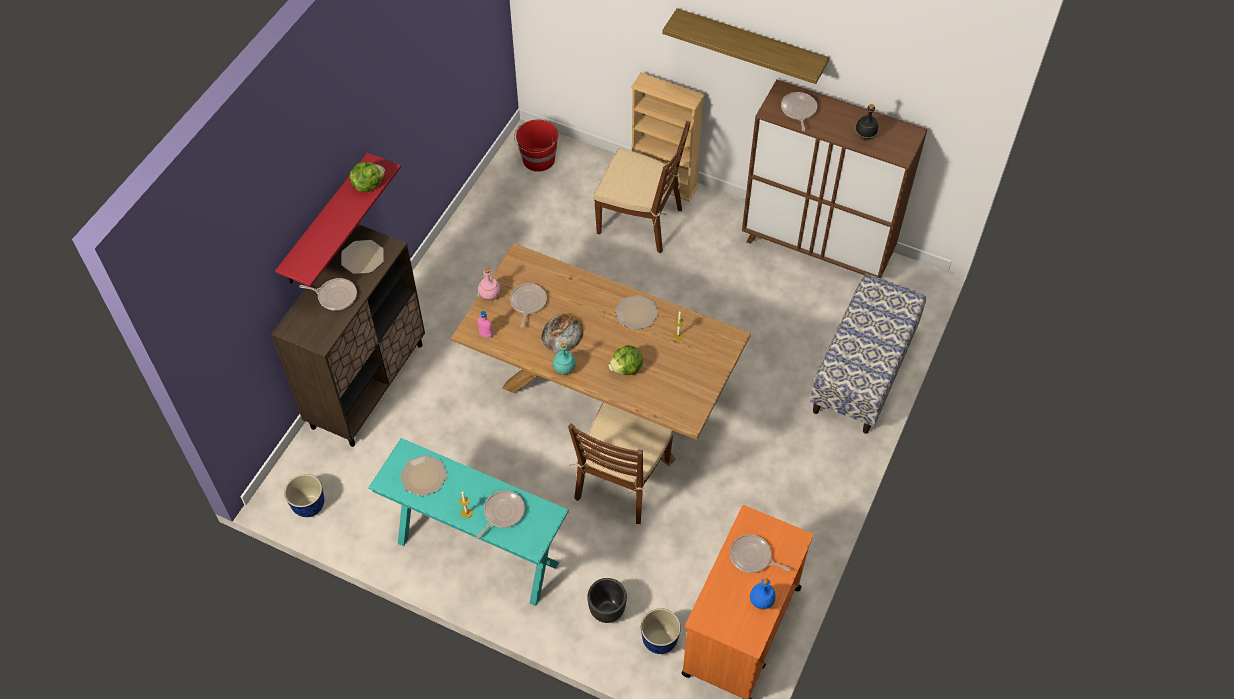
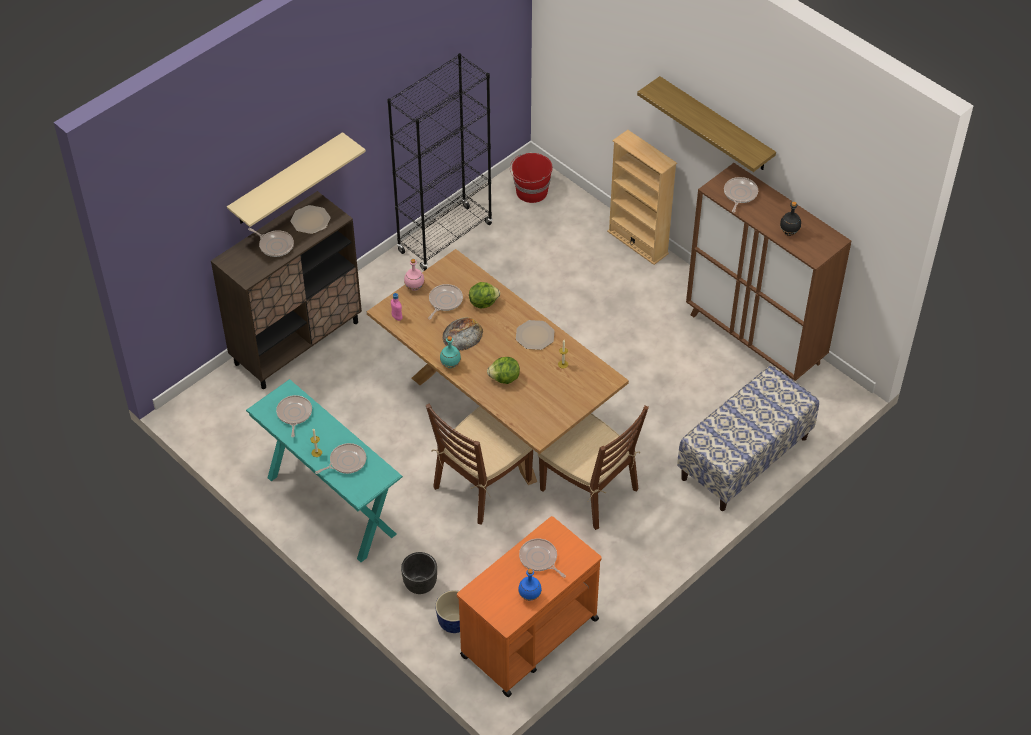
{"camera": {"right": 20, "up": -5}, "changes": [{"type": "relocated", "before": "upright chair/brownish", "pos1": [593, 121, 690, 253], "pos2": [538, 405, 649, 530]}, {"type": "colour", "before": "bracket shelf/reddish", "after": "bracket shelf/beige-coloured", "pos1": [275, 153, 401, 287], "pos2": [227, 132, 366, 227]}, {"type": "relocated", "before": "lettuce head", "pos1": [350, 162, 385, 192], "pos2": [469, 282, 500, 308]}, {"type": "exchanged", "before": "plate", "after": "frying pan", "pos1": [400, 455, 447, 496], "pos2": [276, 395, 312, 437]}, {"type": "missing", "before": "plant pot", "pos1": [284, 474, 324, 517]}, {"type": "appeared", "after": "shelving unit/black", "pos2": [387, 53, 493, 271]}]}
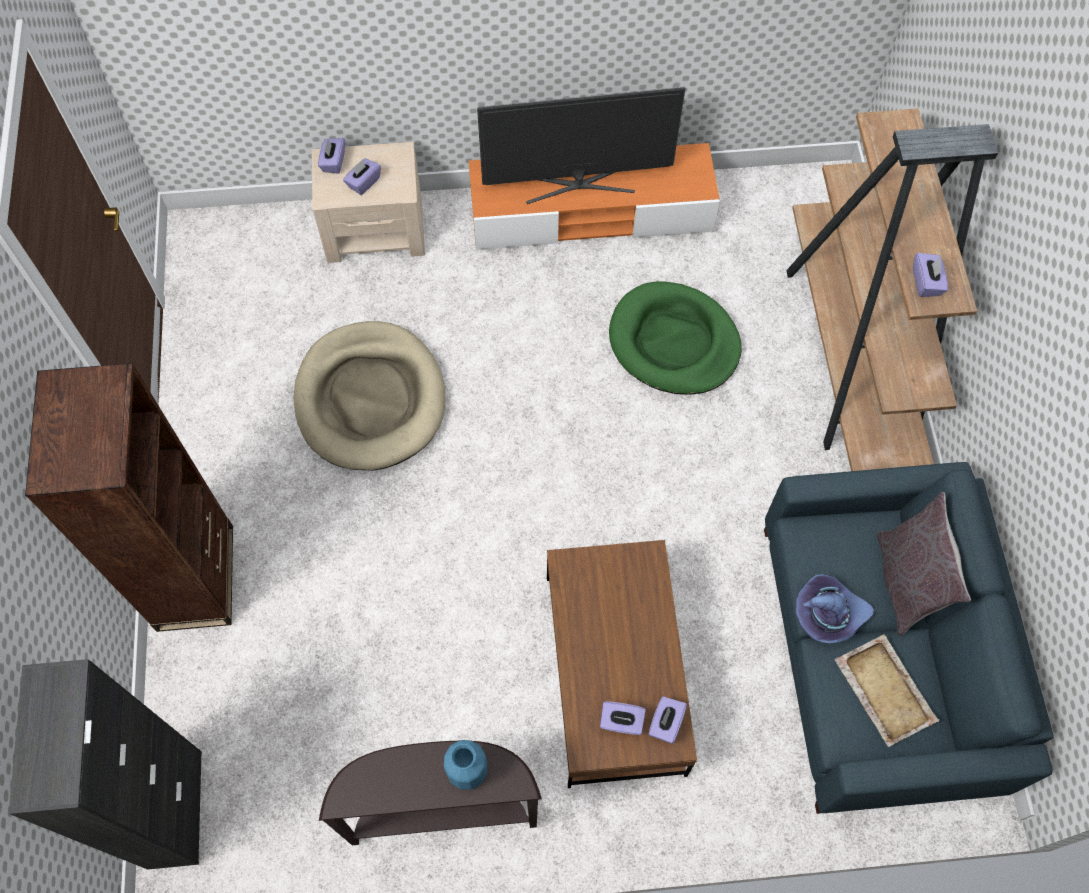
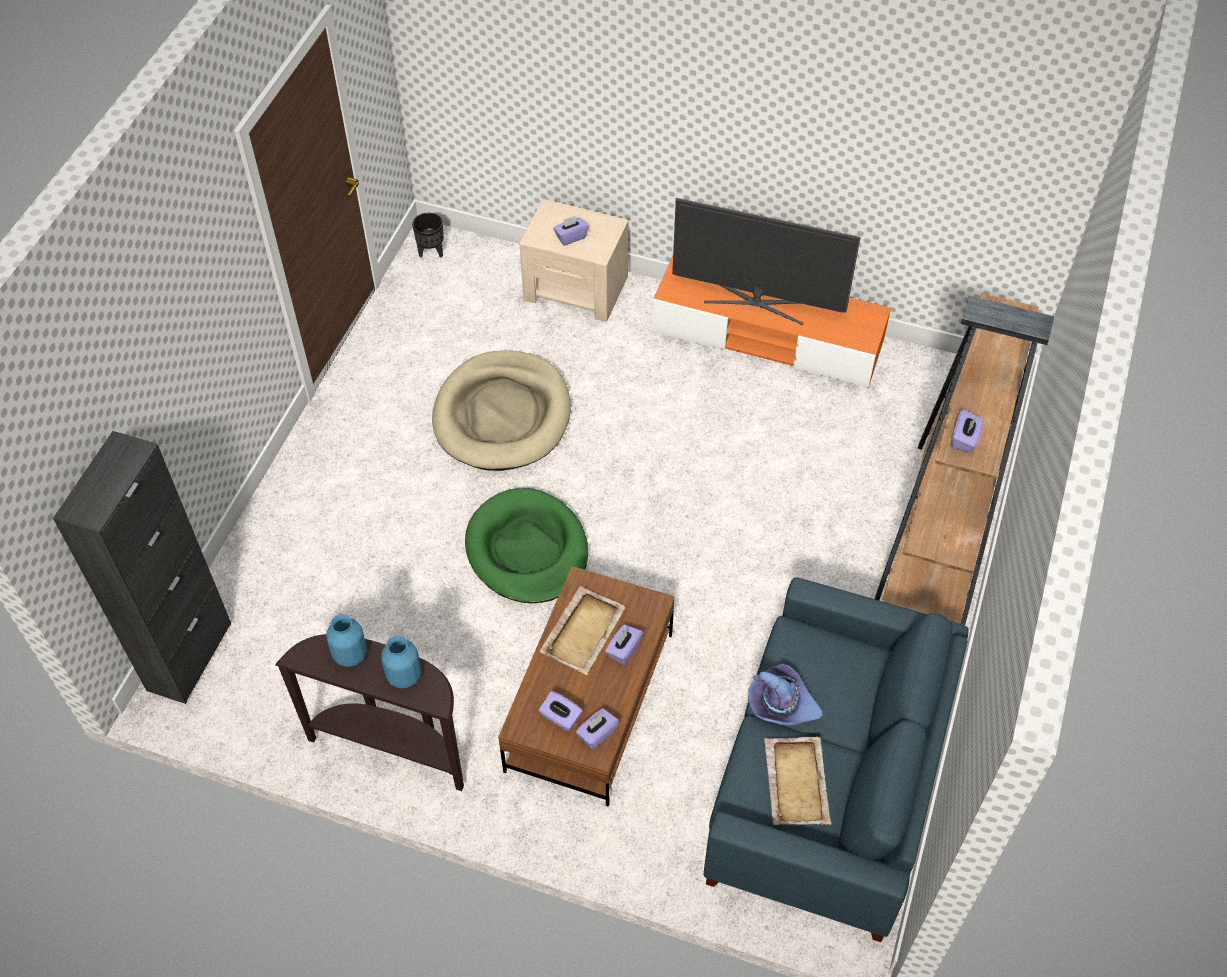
{"camera": {"right": 25, "up": -10}, "changes": [{"type": "relocated", "before": "tissue holder/purple-coloured", "pos1": [318, 138, 345, 174], "pos2": [605, 624, 643, 665]}, {"type": "relocated", "before": "pet bed/green", "pos1": [609, 281, 742, 395], "pos2": [465, 488, 588, 603]}, {"type": "missing", "before": "shelving unit/brownish", "pos1": [25, 363, 233, 632]}, {"type": "missing", "before": "pillow/grey", "pos1": [877, 492, 971, 636]}, {"type": "appeared", "after": "plant pot/black", "pos2": [412, 213, 444, 258]}, {"type": "appeared", "after": "serving tray/beige-coloured", "pos2": [540, 586, 626, 675]}, {"type": "appeared", "after": "decorative vase/bluish", "pos2": [326, 614, 367, 667]}]}
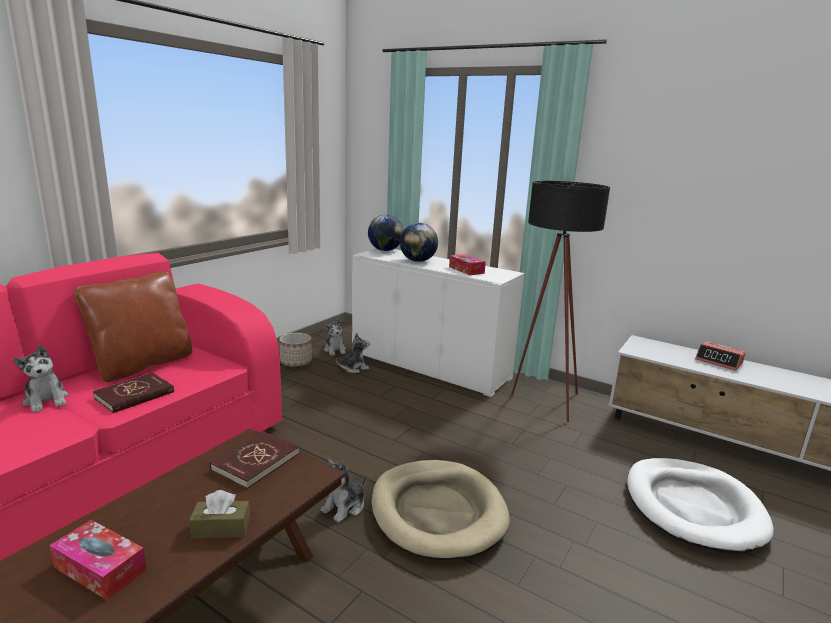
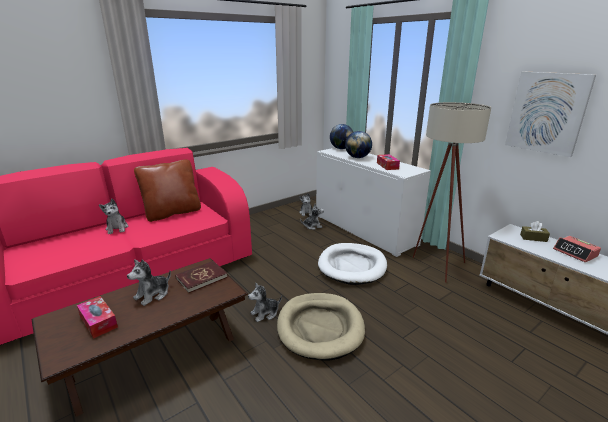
{"camera": {"right": 20, "up": 5}, "changes": [{"type": "colour", "before": "floor lamp/black", "after": "floor lamp/beige-coloured", "pos1": [511, 181, 610, 422], "pos2": [413, 102, 491, 283]}, {"type": "missing", "before": "plant pot", "pos1": [279, 333, 312, 367]}, {"type": "missing", "before": "volume/reddish", "pos1": [93, 373, 174, 413]}, {"type": "relocated", "before": "pet bed/white", "pos1": [627, 458, 774, 554], "pos2": [318, 243, 387, 285]}, {"type": "relocated", "before": "tissue holder/brownish", "pos1": [189, 490, 250, 539], "pos2": [520, 221, 550, 242]}, {"type": "appeared", "after": "wall picture", "pos2": [505, 71, 596, 157]}, {"type": "appeared", "after": "soft toy", "pos2": [127, 259, 171, 306]}]}
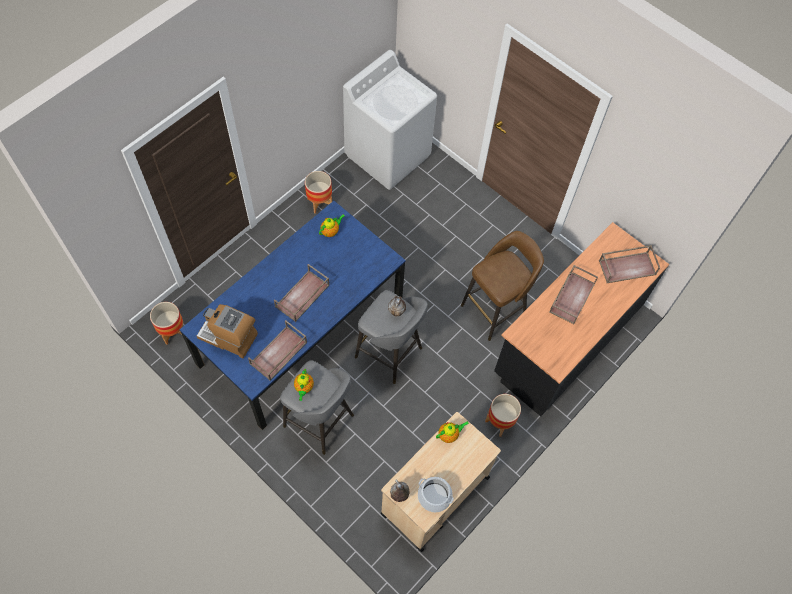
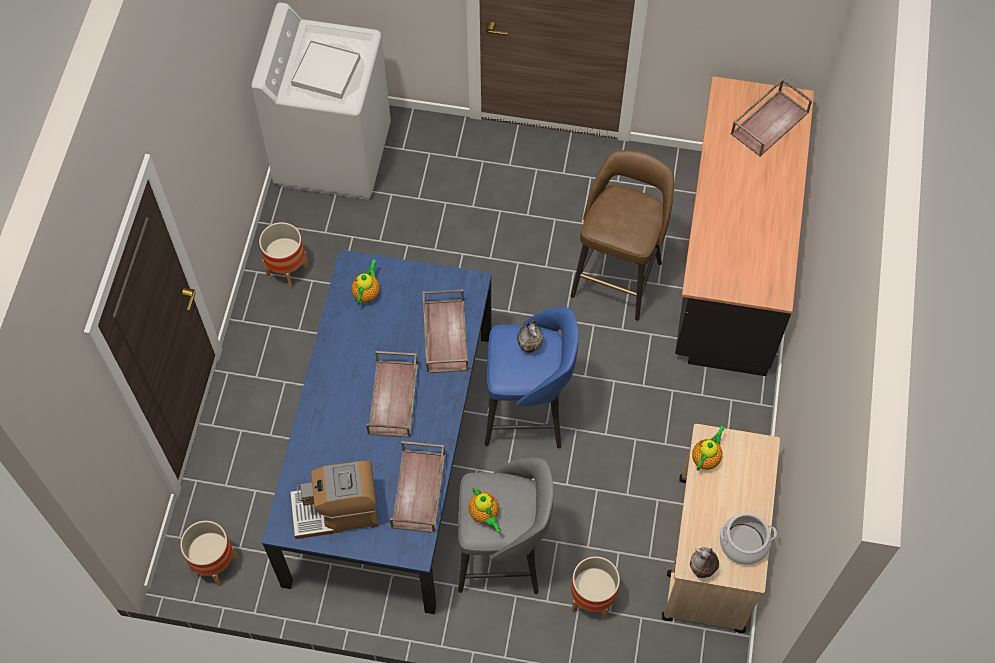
{"camera": {"right": -30, "up": 0}, "changes": [{"type": "relocated", "before": "serving tray/brownish", "pos1": [549, 265, 598, 325], "pos2": [423, 289, 468, 374]}, {"type": "colour", "before": "stool seat/grey", "after": "stool seat/bluish", "pos1": [355, 290, 428, 384], "pos2": [485, 307, 579, 448]}, {"type": "relocated", "before": "plant pot", "pos1": [485, 394, 521, 437], "pos2": [571, 556, 620, 620]}, {"type": "appeared", "after": "serving tray/white", "pos2": [291, 40, 360, 99]}]}
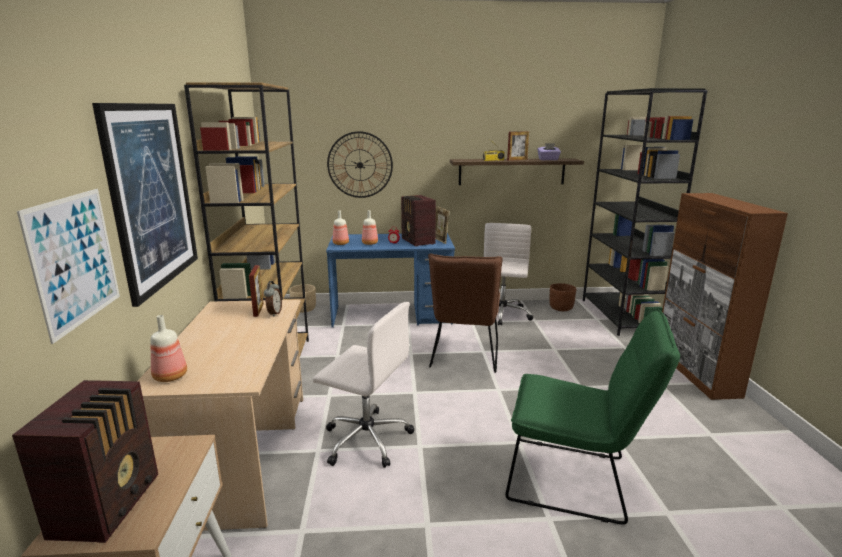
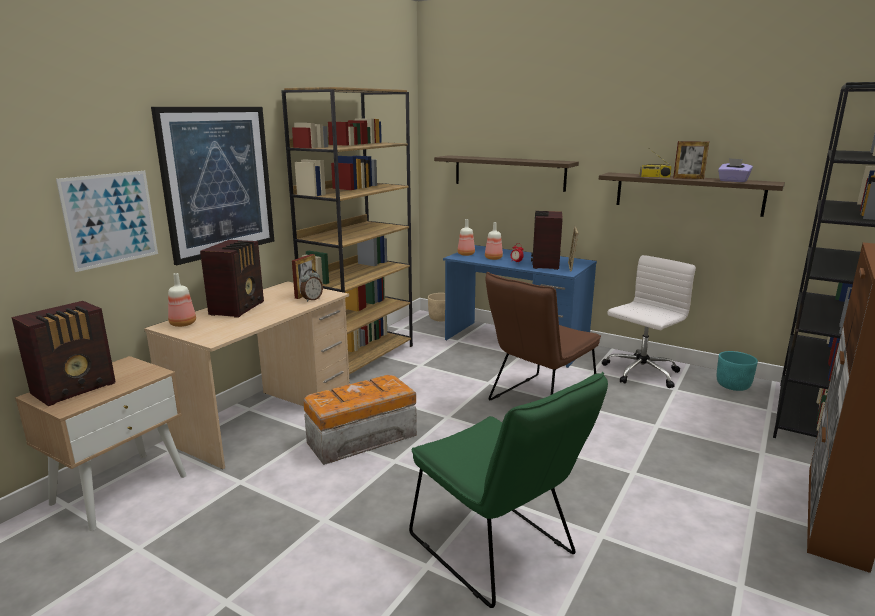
{"camera": {"right": 35, "up": 0}, "changes": [{"type": "exchanged", "before": "clock on the wall", "after": "bracket shelf", "pos1": [327, 131, 393, 198], "pos2": [434, 155, 579, 192]}, {"type": "colour", "before": "plant pot/brownish", "after": "plant pot/turquoise", "pos1": [549, 283, 577, 311], "pos2": [717, 351, 758, 391]}, {"type": "exchanged", "before": "office chair/white", "after": "storage bin", "pos1": [313, 302, 414, 468], "pos2": [303, 375, 417, 465]}, {"type": "appeared", "after": "radio receiver", "pos2": [200, 240, 264, 318]}]}
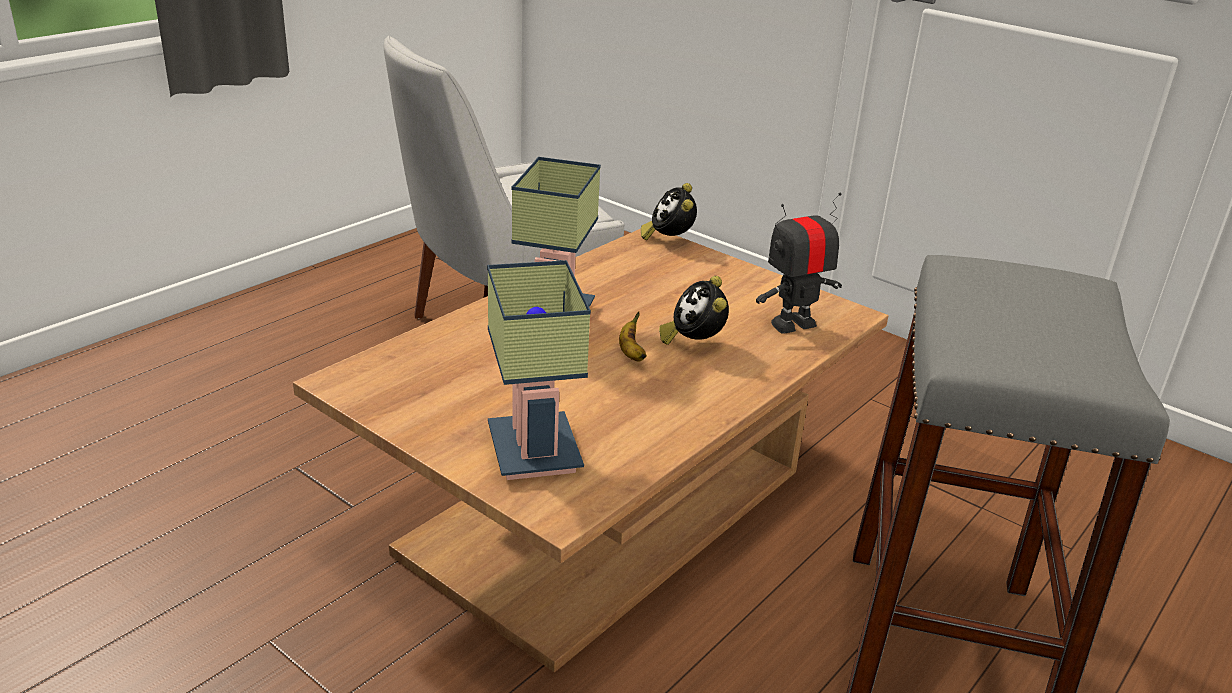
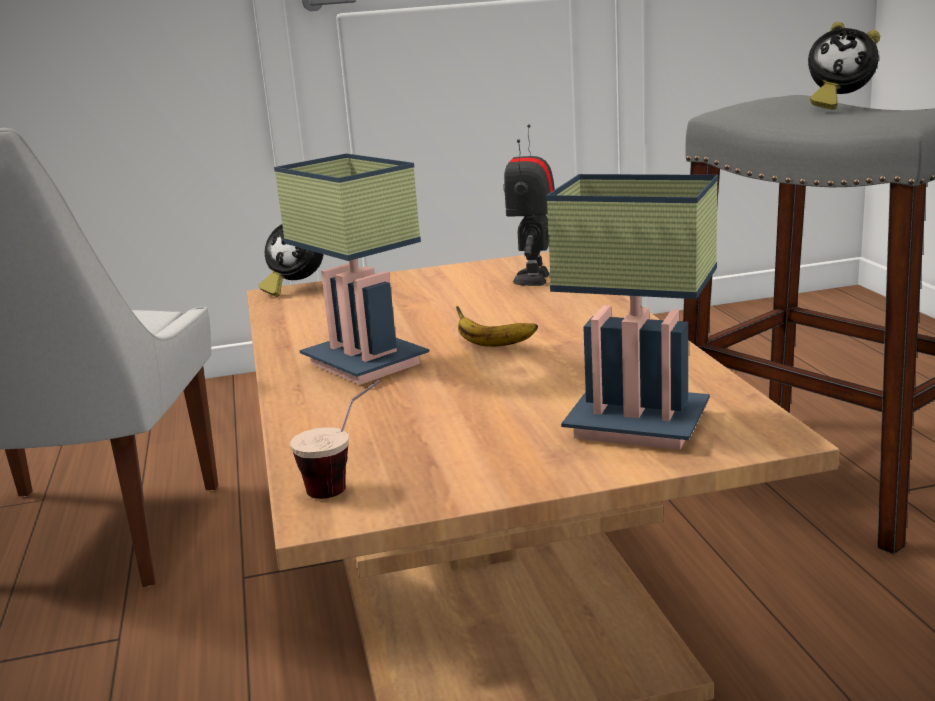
{"camera": {"right": -50, "up": -10}, "changes": [{"type": "relocated", "before": "alarm clock", "pos1": [659, 276, 729, 345], "pos2": [808, 22, 880, 110]}, {"type": "appeared", "after": "drinking cup", "pos2": [290, 380, 380, 499]}]}
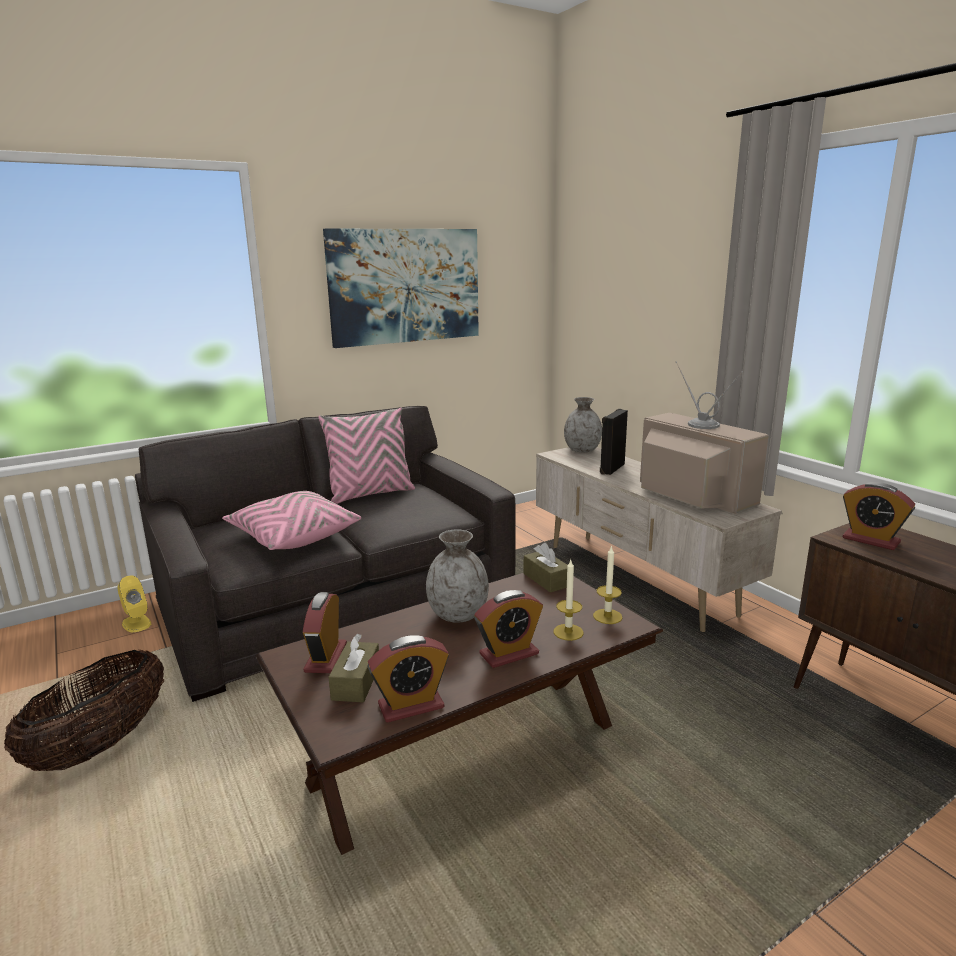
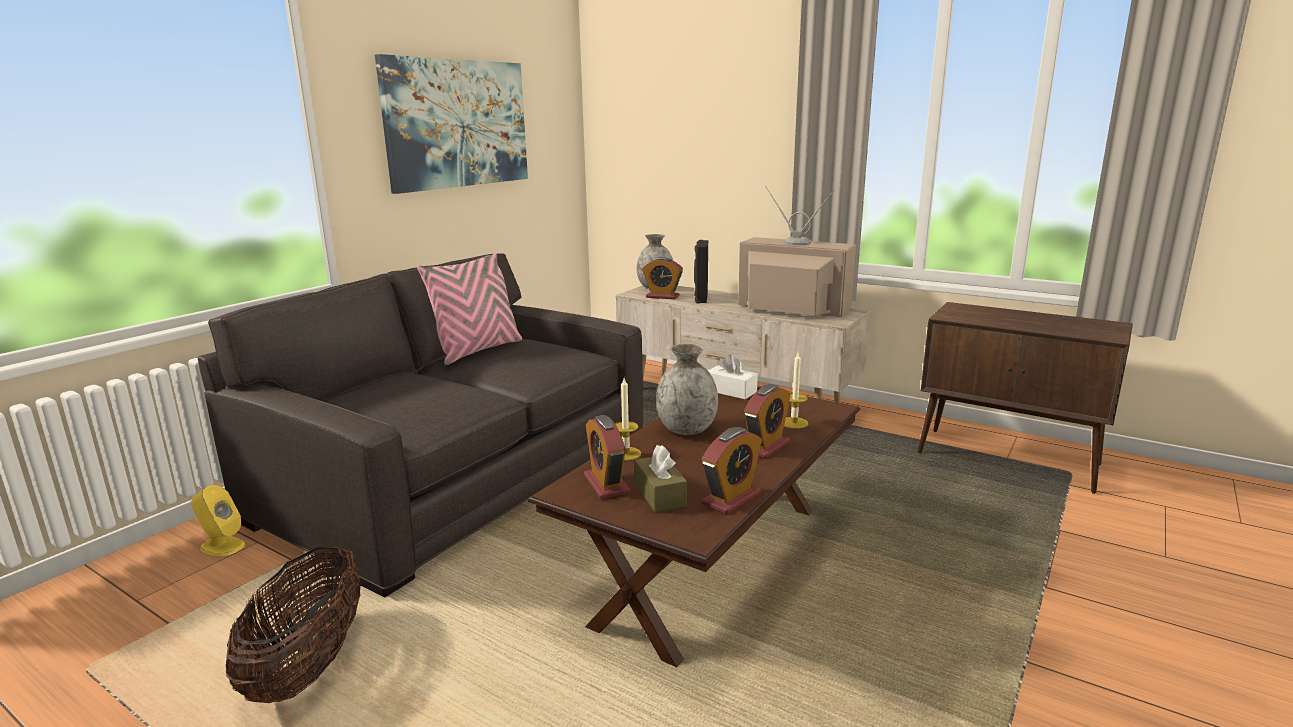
{"camera": {"right": -25, "up": 0}, "changes": [{"type": "relocated", "before": "alarm clock", "pos1": [843, 482, 915, 550], "pos2": [642, 257, 683, 299]}, {"type": "missing", "before": "pillow/pink", "pos1": [222, 491, 361, 550]}, {"type": "colour", "before": "tissue holder/brownish", "after": "tissue holder/white", "pos1": [524, 543, 567, 593], "pos2": [708, 354, 758, 399]}, {"type": "relocated", "before": "wax light", "pos1": [593, 545, 622, 624], "pos2": [615, 378, 641, 461]}]}
